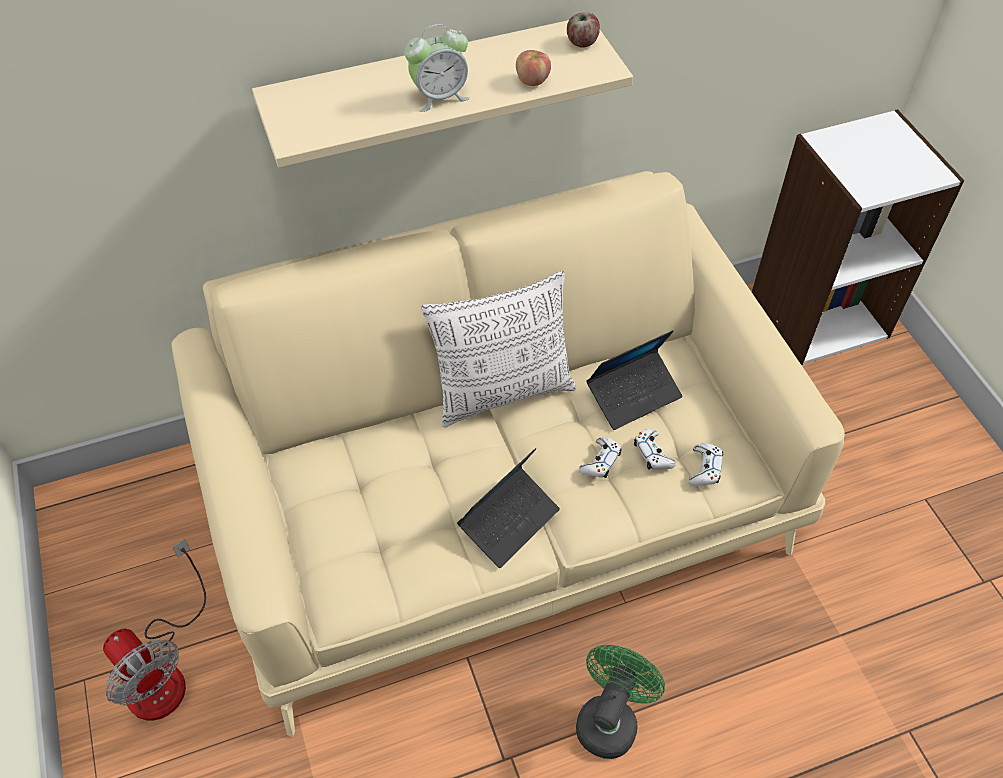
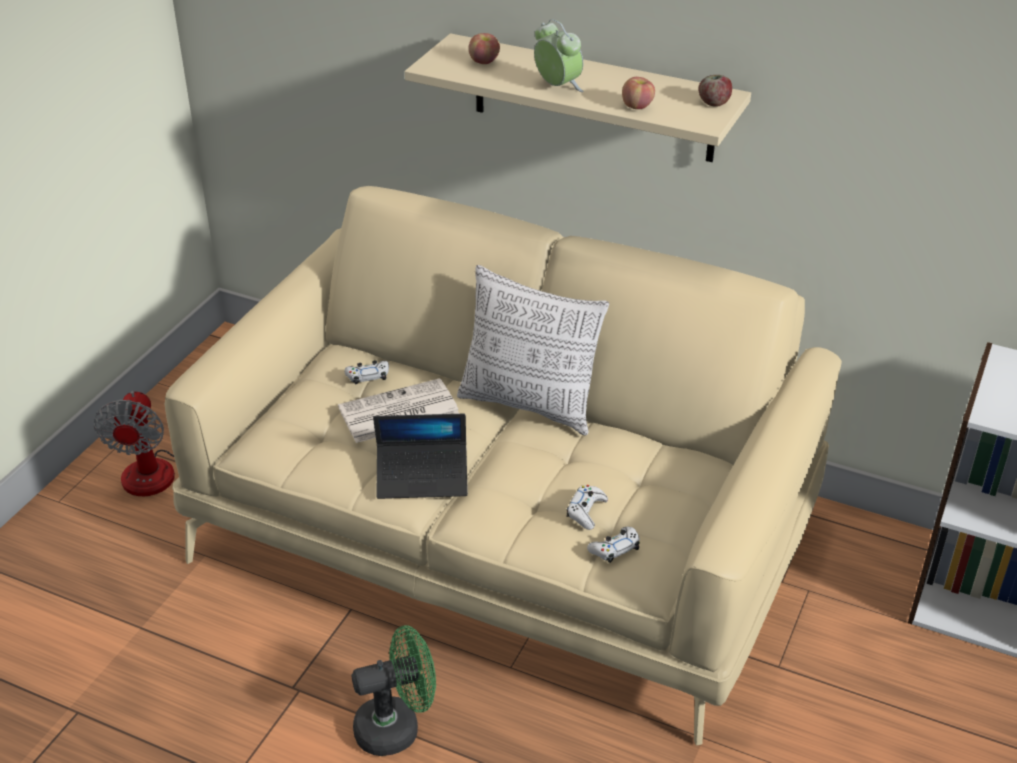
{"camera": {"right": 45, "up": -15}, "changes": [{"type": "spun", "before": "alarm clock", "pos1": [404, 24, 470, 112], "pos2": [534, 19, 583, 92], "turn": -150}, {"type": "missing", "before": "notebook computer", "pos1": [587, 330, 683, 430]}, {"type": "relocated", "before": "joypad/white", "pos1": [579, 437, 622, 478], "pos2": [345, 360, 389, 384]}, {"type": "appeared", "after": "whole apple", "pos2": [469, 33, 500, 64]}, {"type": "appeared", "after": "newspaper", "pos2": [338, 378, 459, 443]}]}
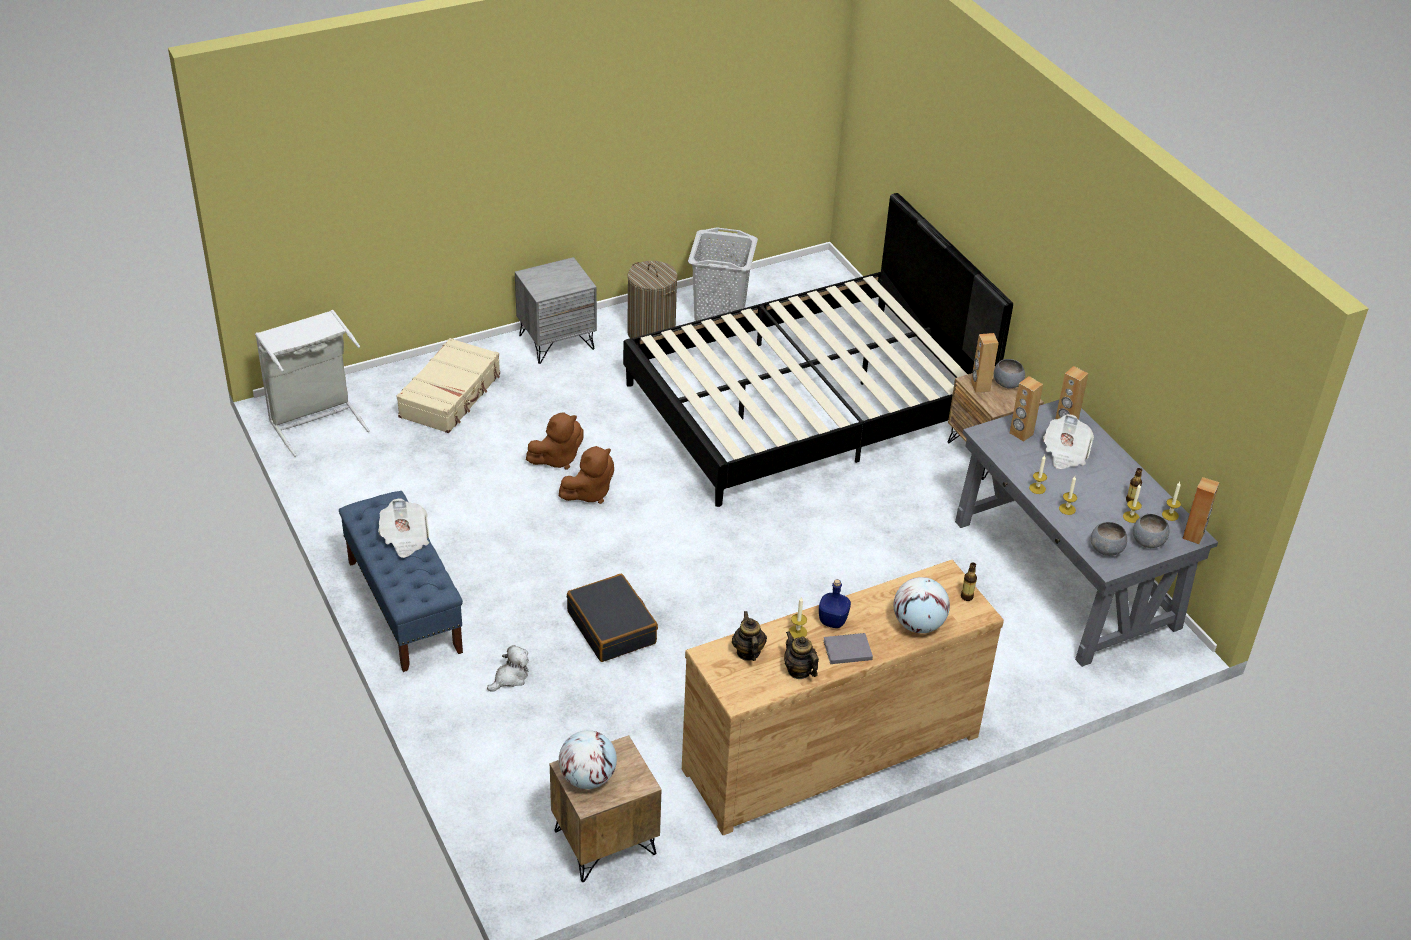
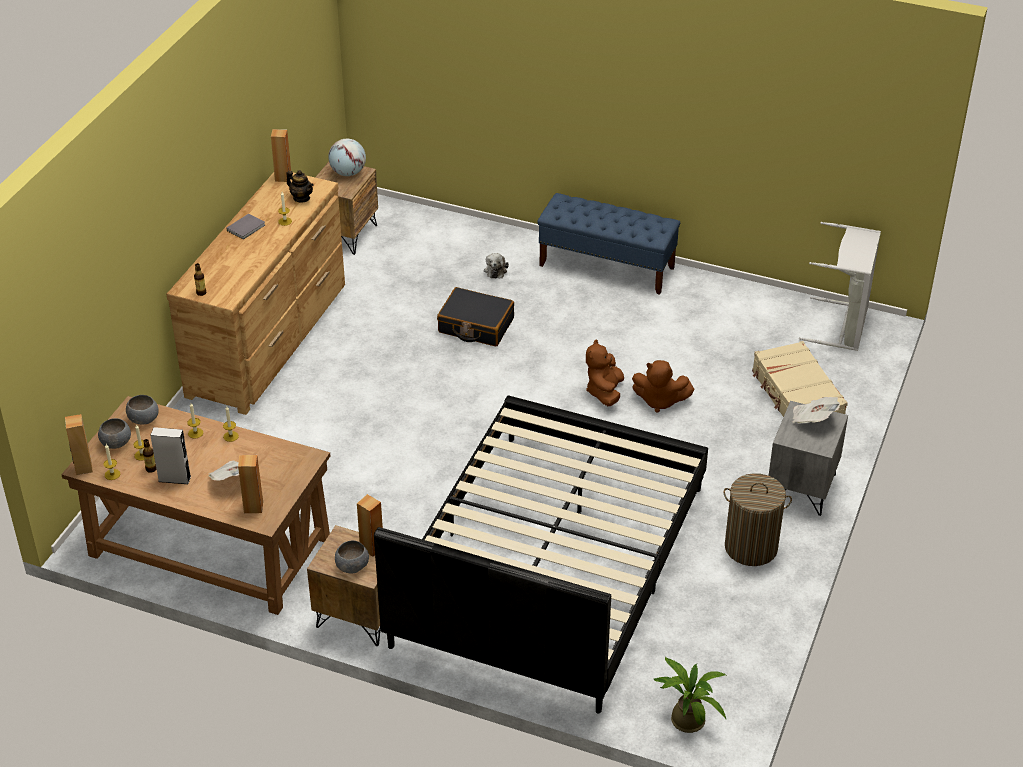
{"camera": {"right": 140, "up": 0}, "changes": [{"type": "missing", "before": "hamper/grey", "pos1": [688, 227, 758, 321]}, {"type": "relocated", "before": "speaker/brownish", "pos1": [1010, 376, 1043, 442], "pos2": [271, 129, 291, 182]}, {"type": "colour", "before": "desk unit/grey", "after": "desk unit/brownish", "pos1": [955, 400, 1218, 667], "pos2": [61, 396, 330, 615]}, {"type": "spun", "before": "soft toy/brownish", "pos1": [526, 412, 584, 470], "pos2": [632, 360, 695, 413], "turn": -90}, {"type": "relocated", "before": "newspaper", "pos1": [378, 498, 429, 558], "pos2": [792, 397, 840, 423]}, {"type": "missing", "before": "world globe", "pos1": [894, 577, 950, 633]}, {"type": "missing", "before": "drink bottle/bluish", "pos1": [819, 579, 851, 628]}, {"type": "missing", "before": "teapot", "pos1": [784, 631, 819, 679]}, {"type": "appeared", "after": "speaker/grey", "pos2": [150, 427, 191, 484]}, {"type": "appeared", "after": "plant in a pot", "pos2": [653, 657, 726, 733]}]}
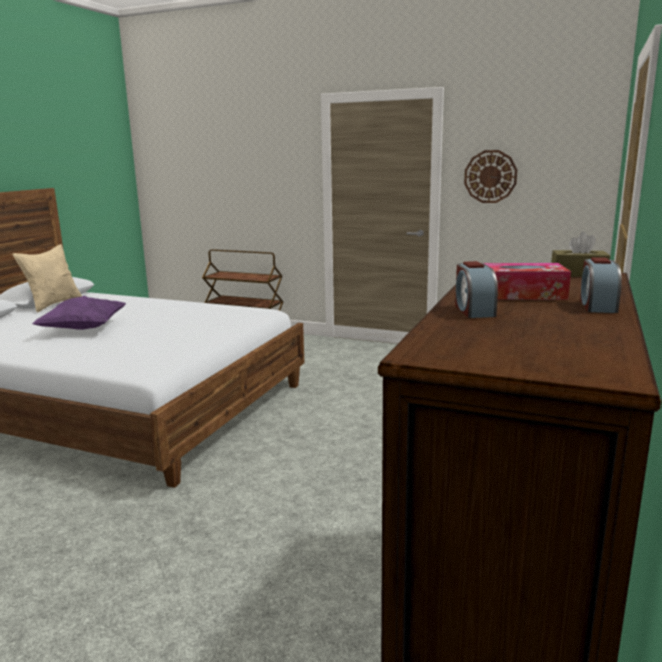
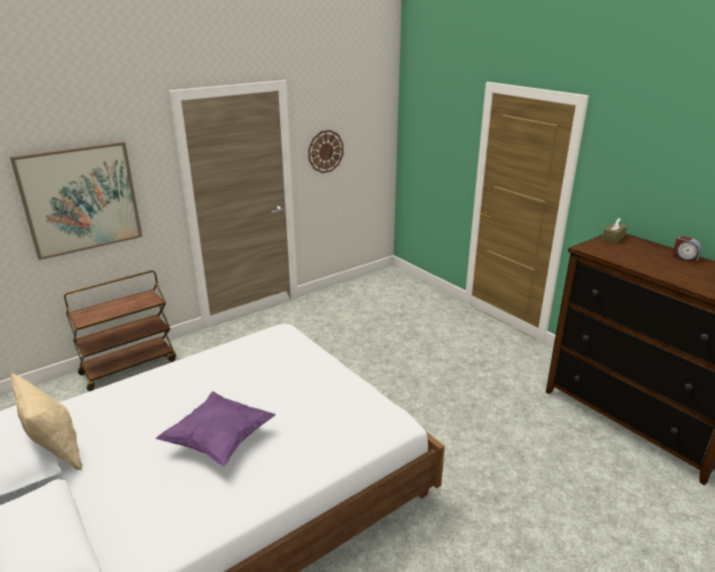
{"camera": {"right": -60, "up": 10}, "changes": [{"type": "missing", "before": "alarm clock", "pos1": [455, 261, 498, 318]}, {"type": "missing", "before": "tissue holder", "pos1": [483, 263, 571, 300]}, {"type": "appeared", "after": "wall picture", "pos2": [10, 142, 142, 260]}]}
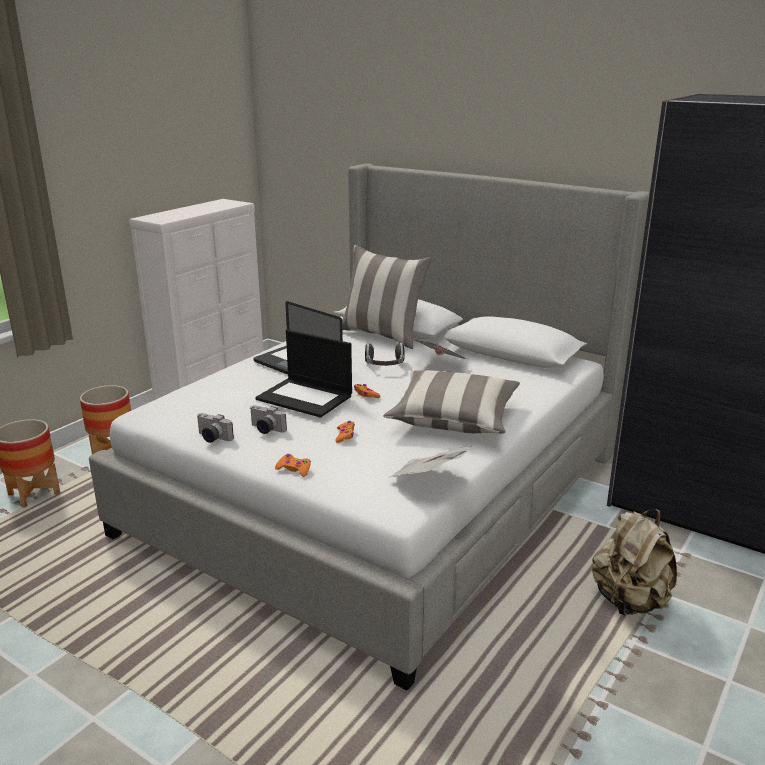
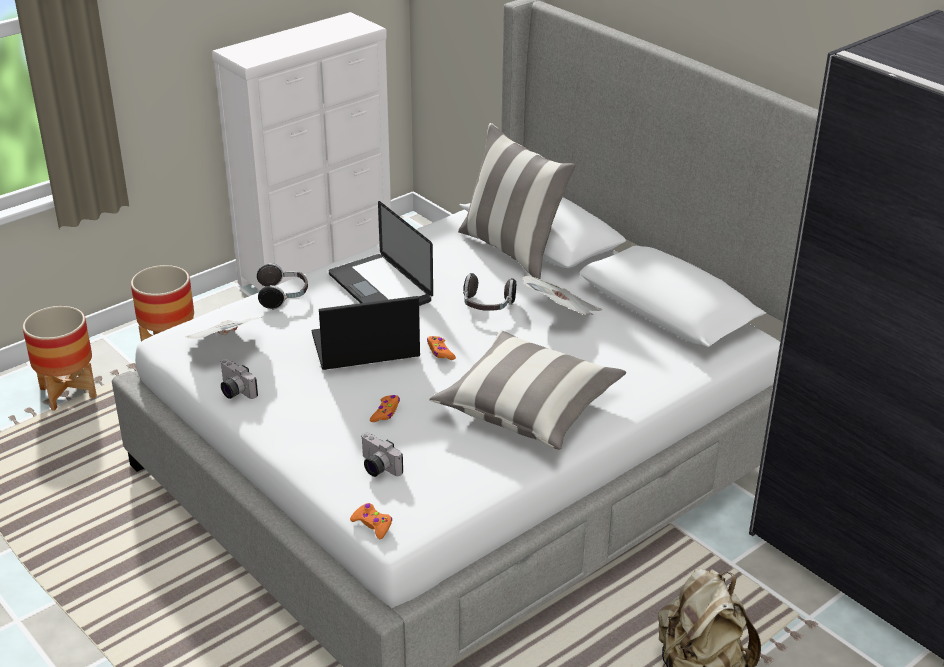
{"camera": {"right": 15, "up": 10}, "changes": [{"type": "spun", "before": "notebook computer", "pos1": [255, 329, 352, 418], "pos2": [312, 296, 420, 370], "turn": 120}, {"type": "relocated", "before": "photo camera", "pos1": [250, 405, 287, 434], "pos2": [362, 433, 403, 477]}, {"type": "relocated", "before": "newspaper", "pos1": [389, 446, 471, 477], "pos2": [187, 317, 262, 338]}, {"type": "relocated", "before": "joypad/orange-coloured", "pos1": [275, 454, 311, 477], "pos2": [350, 503, 392, 539]}, {"type": "appeared", "after": "headset", "pos2": [257, 263, 308, 310]}]}
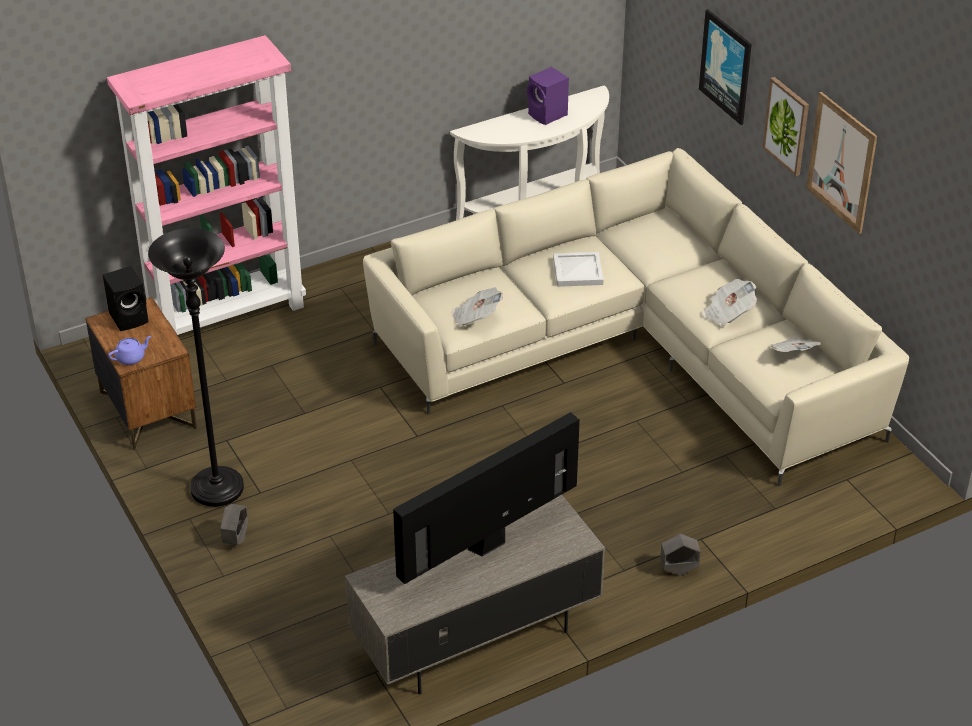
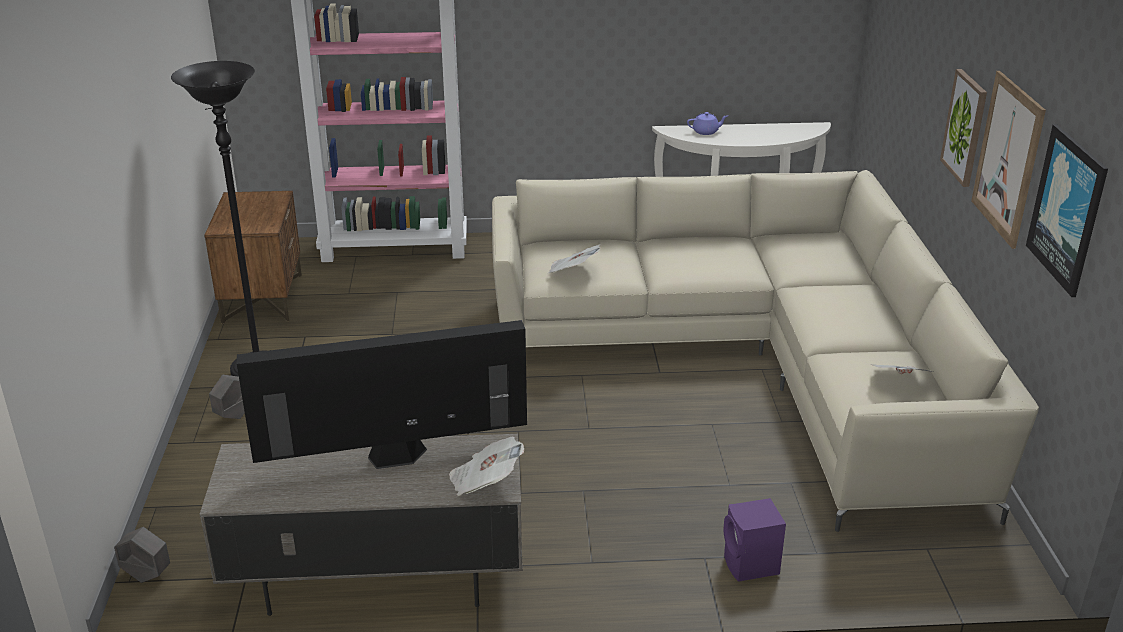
{"camera": {"right": 25, "up": -10}, "changes": [{"type": "relocated", "before": "wall picture", "pos1": [699, 9, 752, 125], "pos2": [1026, 124, 1108, 297]}, {"type": "relocated", "before": "speaker/purple-coloured", "pos1": [527, 67, 569, 125], "pos2": [723, 498, 786, 582]}, {"type": "missing", "before": "serving tray/white", "pos1": [553, 252, 603, 287]}, {"type": "missing", "before": "speaker/black", "pos1": [103, 266, 149, 331]}, {"type": "relocated", "before": "newspaper", "pos1": [702, 279, 757, 326], "pos2": [449, 437, 524, 496]}, {"type": "relocated", "before": "teapot/purple-coloured", "pos1": [108, 336, 152, 365], "pos2": [687, 112, 727, 135]}, {"type": "relocated", "before": "plant pot/grey", "pos1": [660, 533, 701, 576], "pos2": [114, 527, 170, 583]}]}
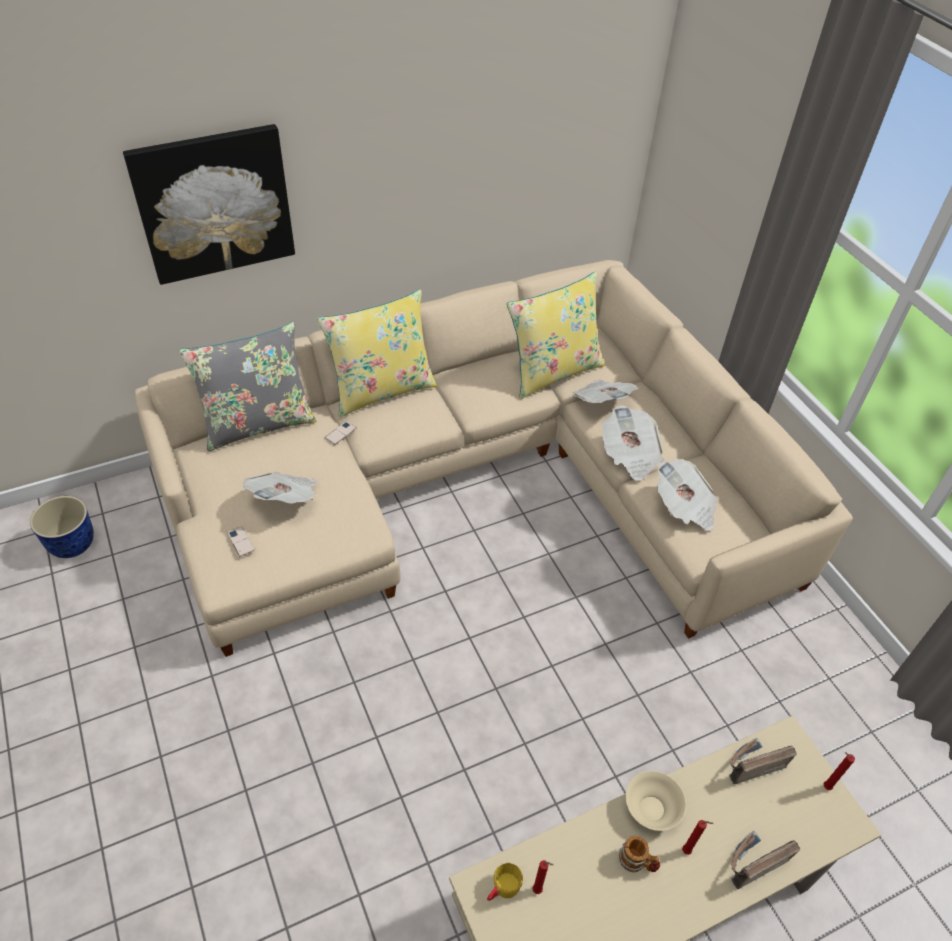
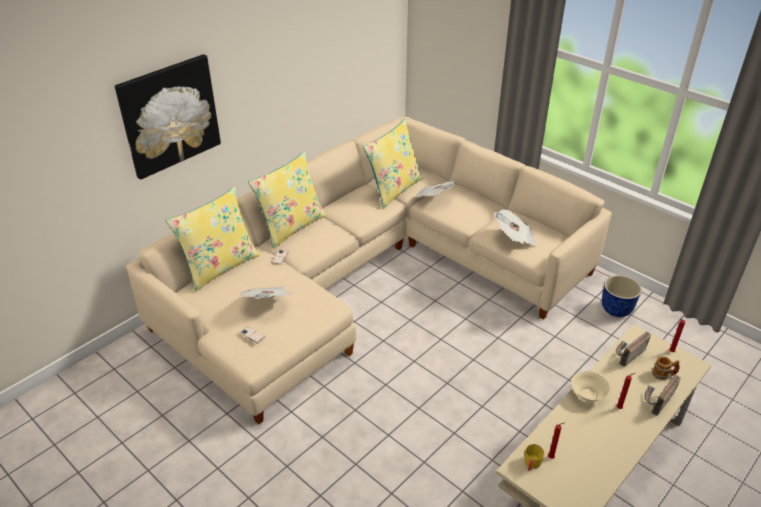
{"camera": {"right": -20, "up": -10}, "changes": [{"type": "colour", "before": "pillow/grey", "after": "pillow/yellowish", "pos1": [179, 322, 316, 452], "pos2": [166, 187, 260, 292]}, {"type": "missing", "before": "newspaper", "pos1": [602, 405, 664, 481]}, {"type": "relocated", "before": "plant pot", "pos1": [30, 496, 94, 558], "pos2": [602, 275, 642, 317]}, {"type": "relocated", "before": "tea mug", "pos1": [619, 836, 660, 872], "pos2": [652, 356, 680, 380]}]}
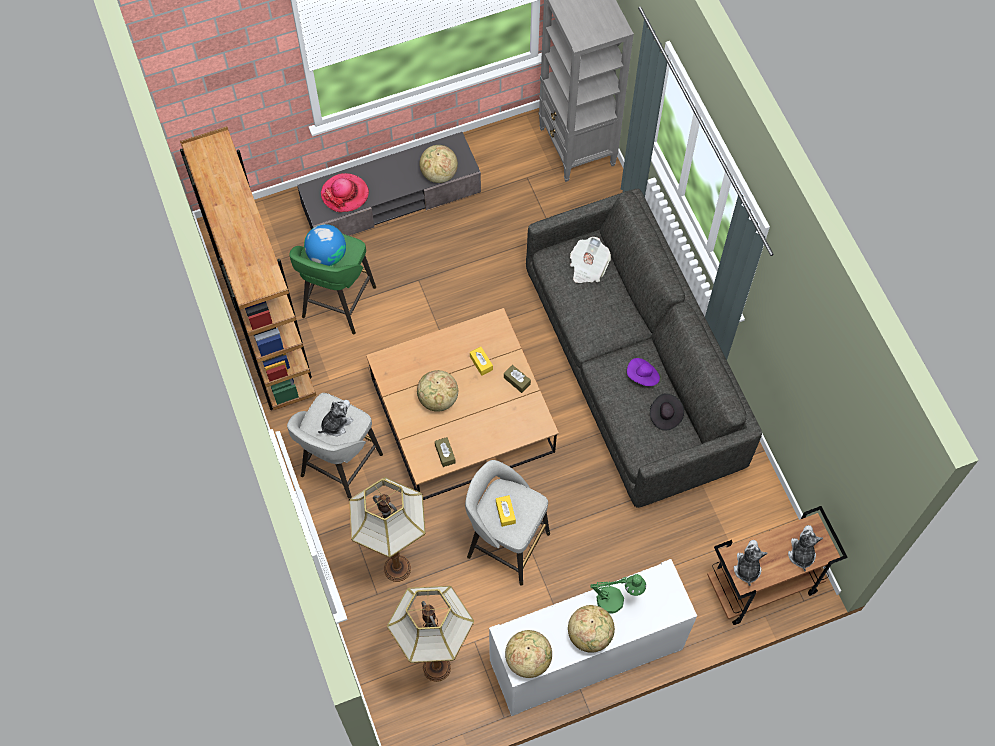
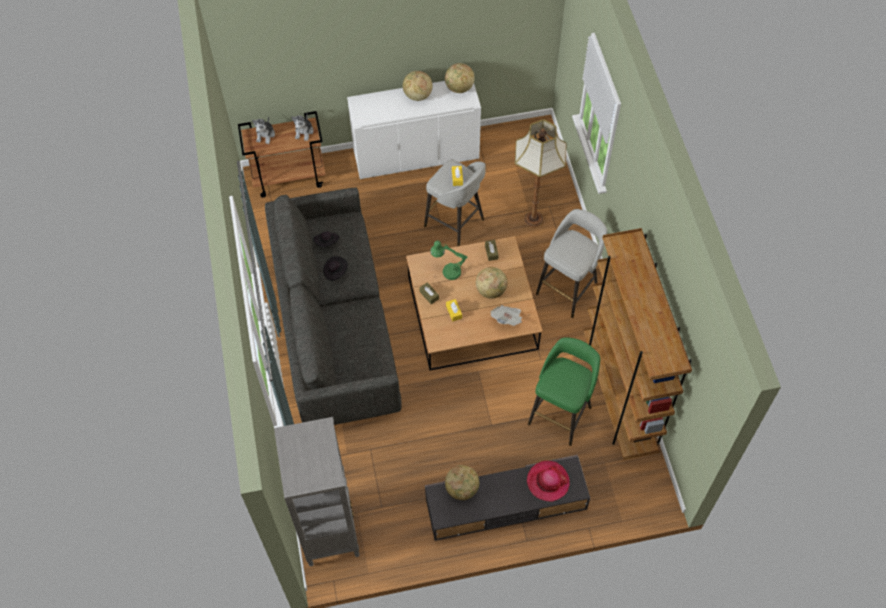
{"camera": {"right": -170, "up": -5}, "changes": [{"type": "missing", "before": "world globe", "pos1": [304, 224, 346, 266]}, {"type": "relocated", "before": "newspaper", "pos1": [570, 237, 611, 283], "pos2": [490, 305, 522, 326]}, {"type": "colour", "before": "wearable hat/purple-coloured", "after": "wearable hat/black", "pos1": [627, 358, 660, 386], "pos2": [323, 256, 348, 281]}, {"type": "missing", "before": "soft toy", "pos1": [318, 400, 354, 436]}, {"type": "relocated", "before": "tabletop lamp/green", "pos1": [590, 574, 646, 613], "pos2": [430, 240, 467, 280]}, {"type": "missing", "before": "floor lamp", "pos1": [387, 586, 474, 682]}]}
